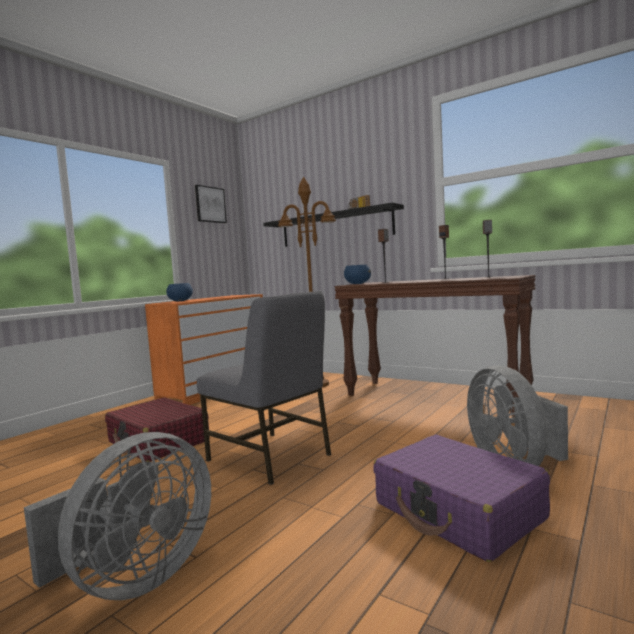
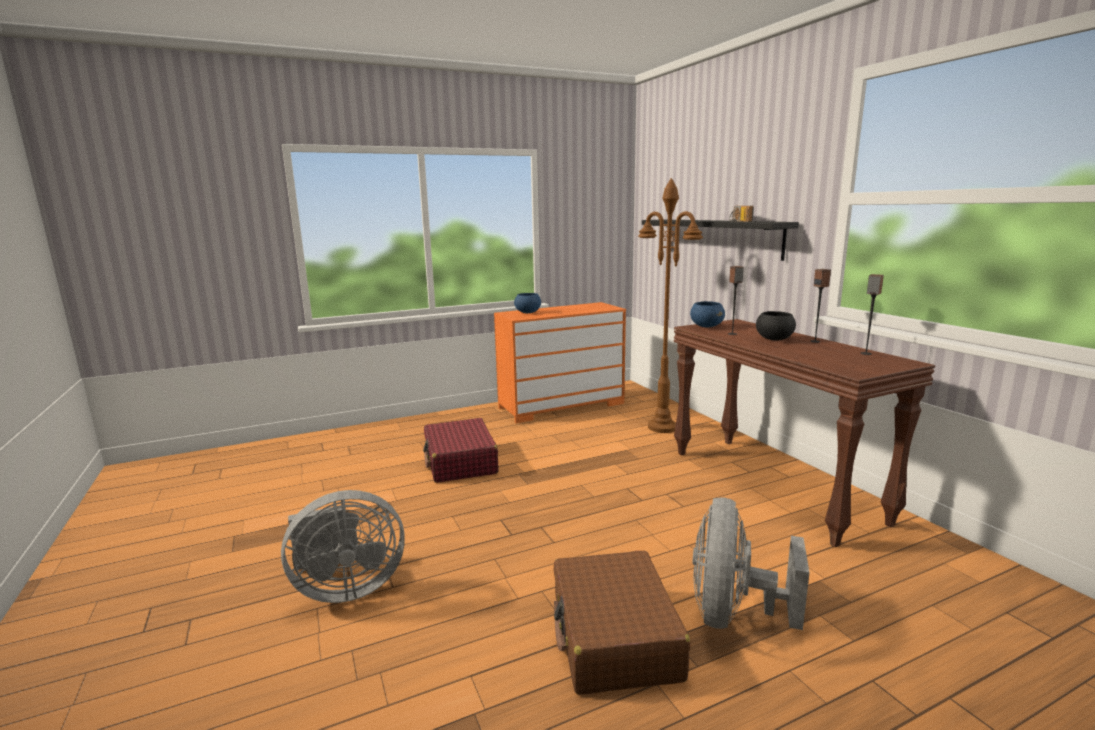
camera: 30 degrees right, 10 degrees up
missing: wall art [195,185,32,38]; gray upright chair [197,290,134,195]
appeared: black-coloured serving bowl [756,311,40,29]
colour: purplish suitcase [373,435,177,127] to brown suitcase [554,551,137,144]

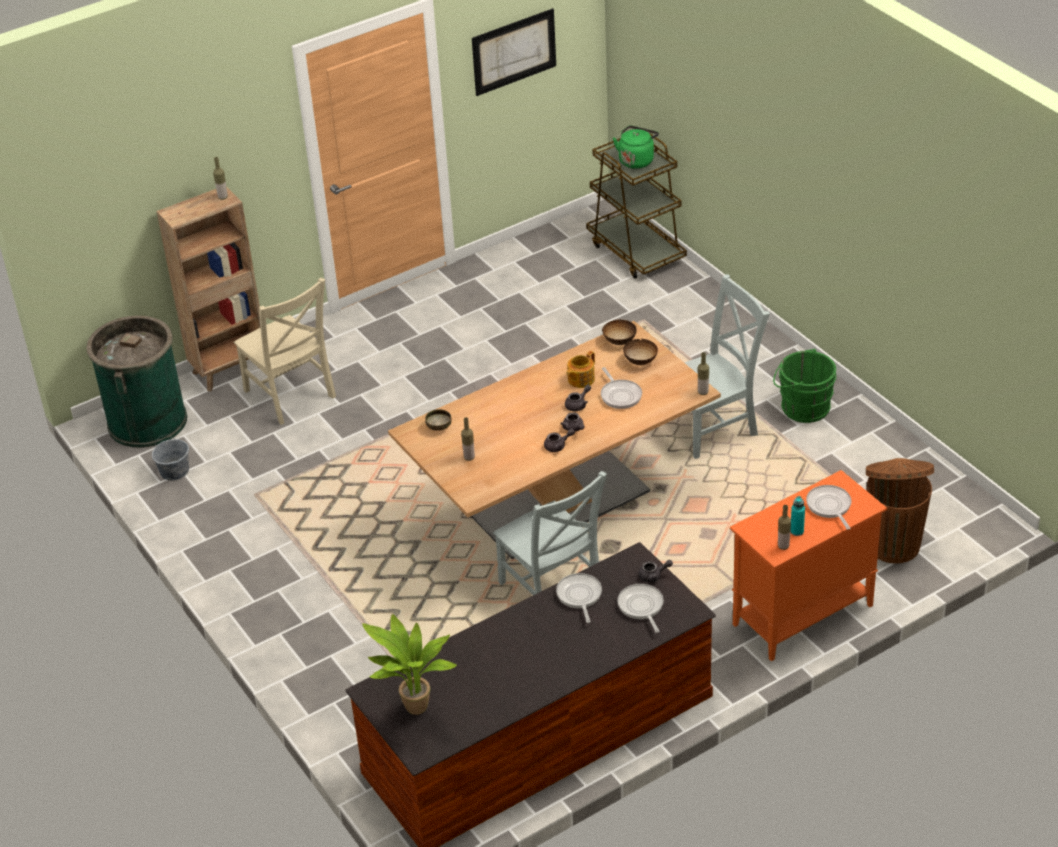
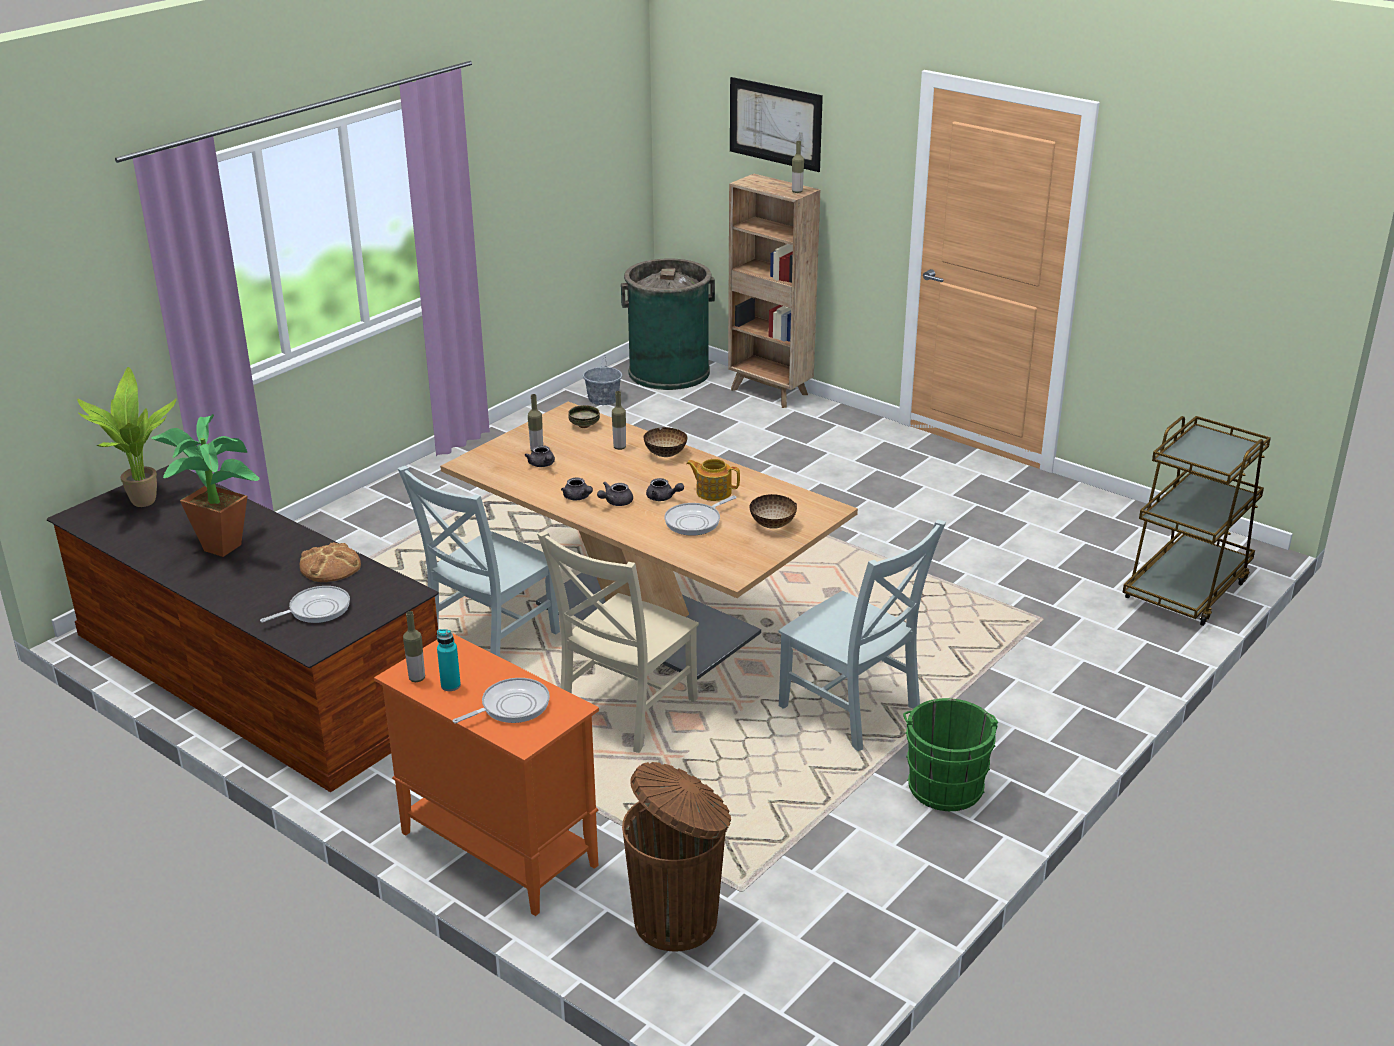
camera: 70 degrees right, 10 degrees down
missing: green water kettle [613,126,46,43]
appeared: potted plant [151,414,109,143]
relocated: wall art [472,8,84,88] to [730,77,93,95]; beige upright chair [234,278,102,147] to [537,531,162,222]; serving bowl [602,320,35,25] to [644,427,44,30]; drink bottle [698,352,11,43] to [612,391,14,59]; gray teapot [638,560,35,22] to [525,445,30,22]
exchanged: pan [556,573,46,50] to bread [300,542,61,40]

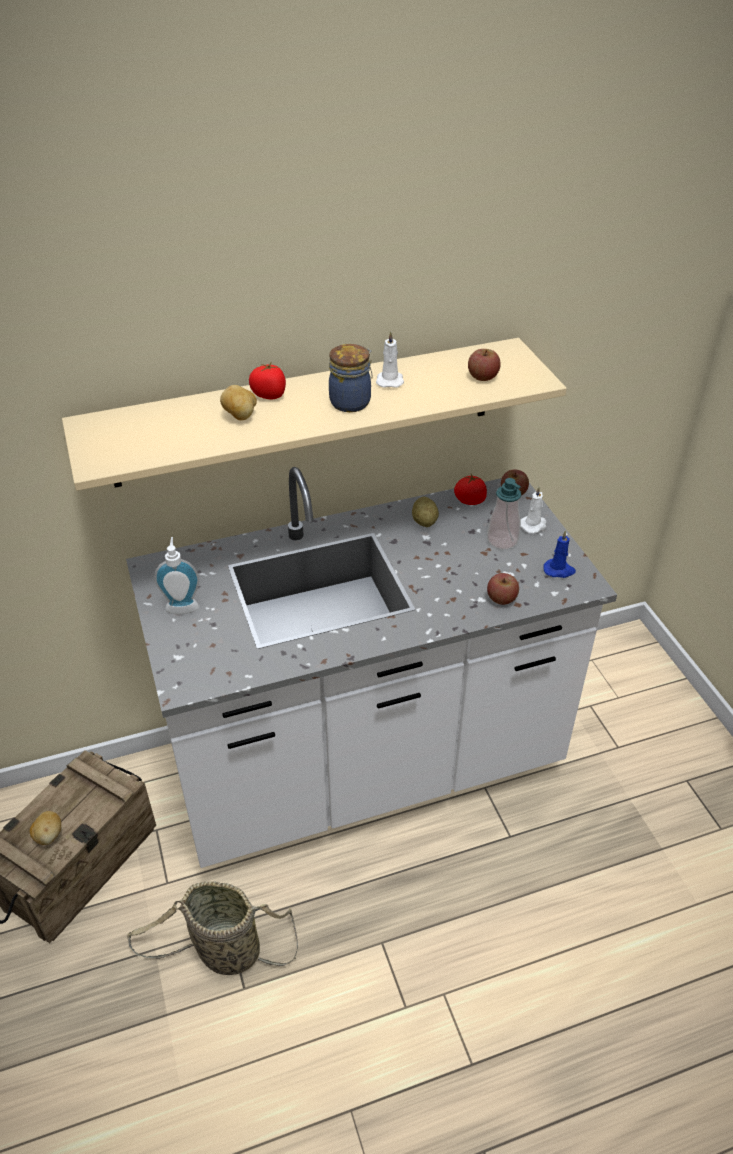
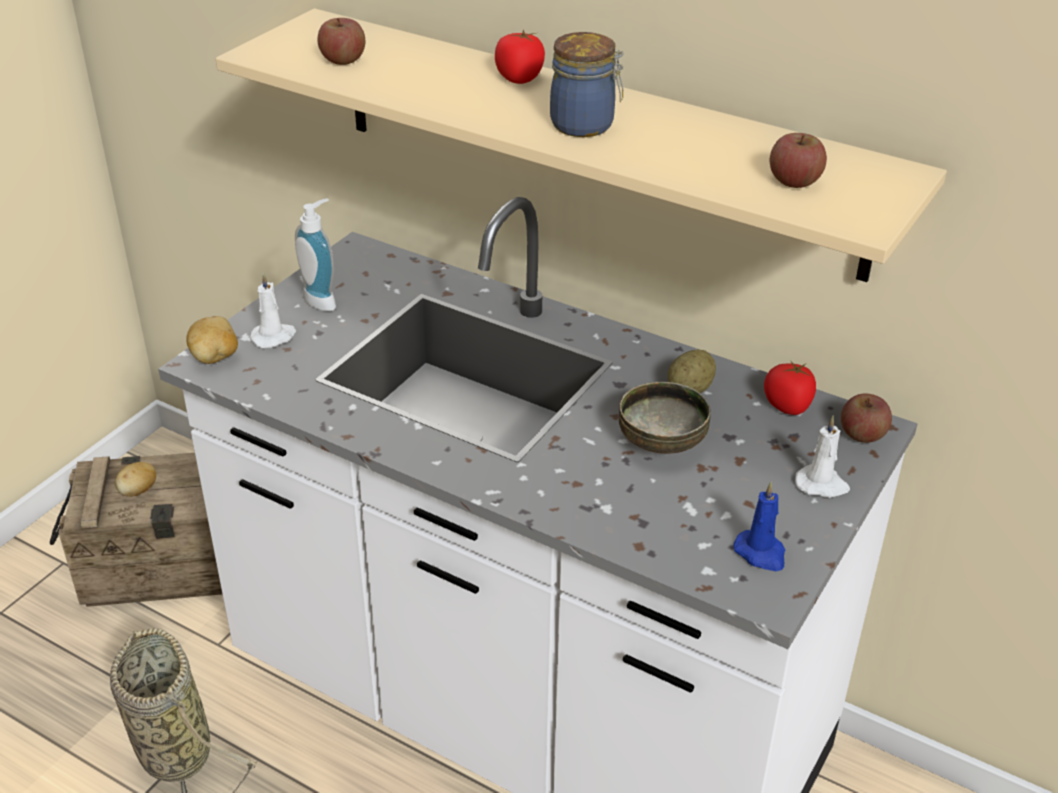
camera: 50 degrees right, 5 degrees down
missing: liquid soap bottle [487,478,34,72]
appeared: serving bowl [619,382,92,72]
relocated: white-coloured candle [376,331,28,57] to [250,273,46,75]; spud [220,385,37,35] to [186,316,52,48]; whole apple [487,573,32,32] to [318,18,47,47]

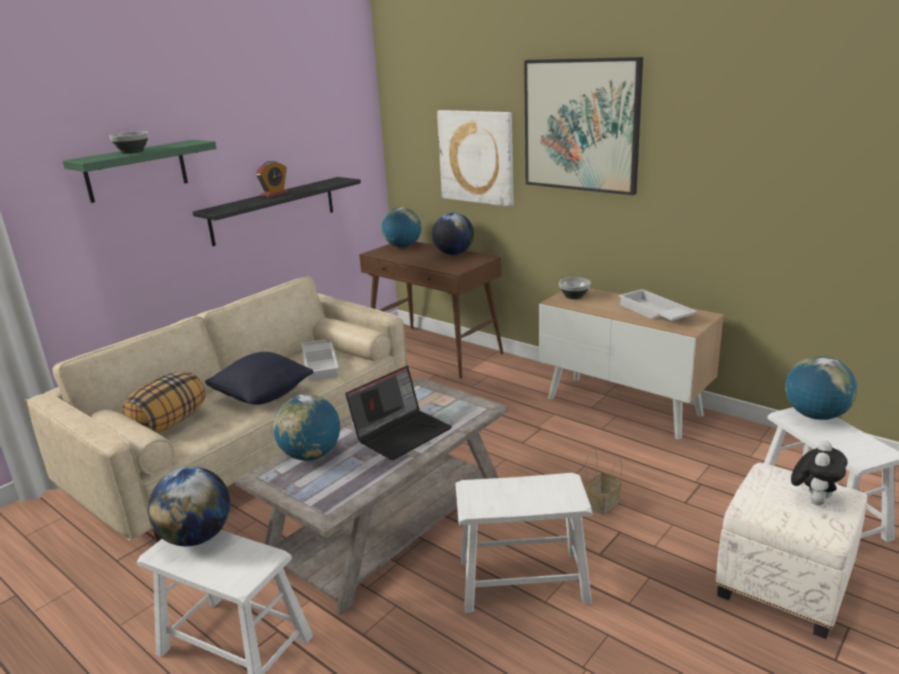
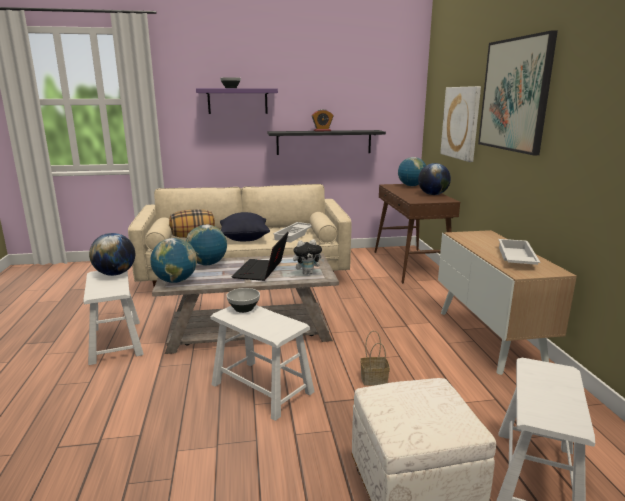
camera: 40 degrees right, 5 degrees down
relocated: serving bowl [559,277,31,22] to [227,288,33,25]; desk globe [785,356,72,64] to [150,238,47,45]; cuddly toy [791,441,57,64] to [293,239,31,36]
colour: green bracket shelf [63,140,154,63] to purplish bracket shelf [196,88,82,26]
spun: portable computer [345,366,107,94] = [232,232,57,49] 105 degrees clockwise

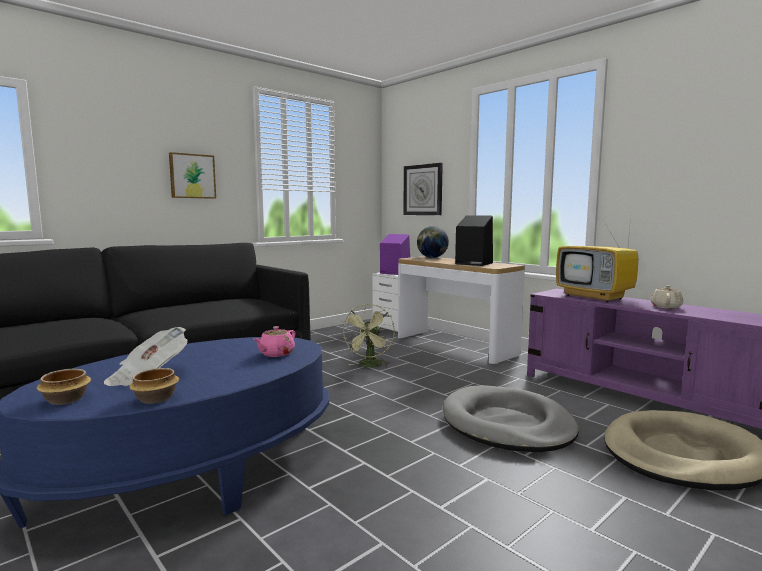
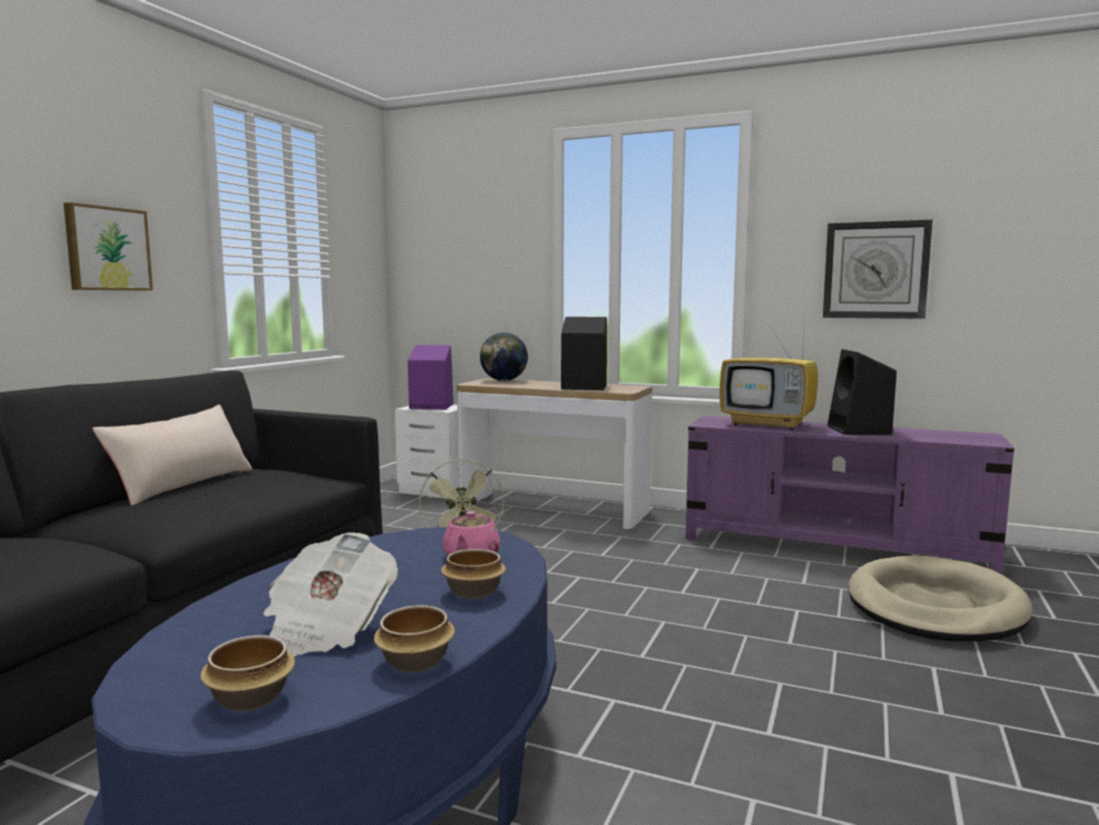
camera: 25 degrees left, 0 degrees up
missing: gray pet bed [443,385,136,67]
appeared: beige throw pillow [92,405,161,100]; serving bowl [441,549,65,50]
relocated: wall clock [403,163,40,52] to [823,220,110,99]
exchanged: beige teapot [651,285,32,24] to black-coloured loudspeaker [827,349,70,86]

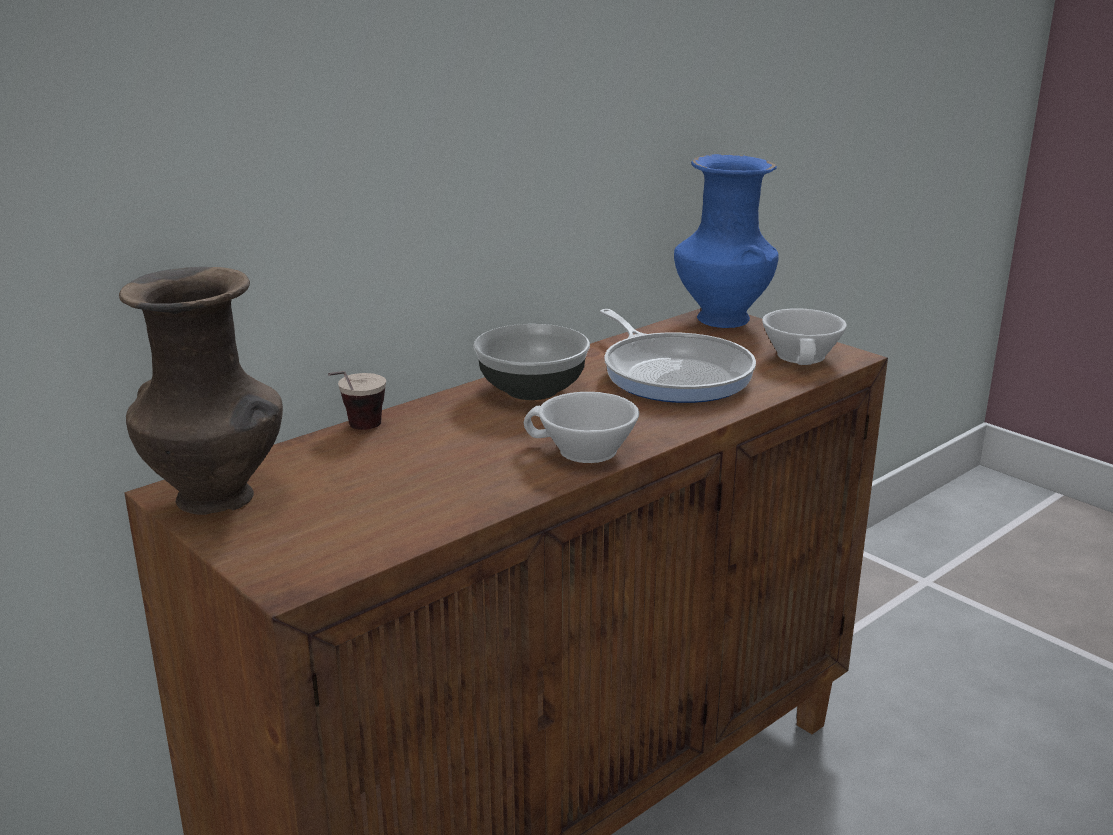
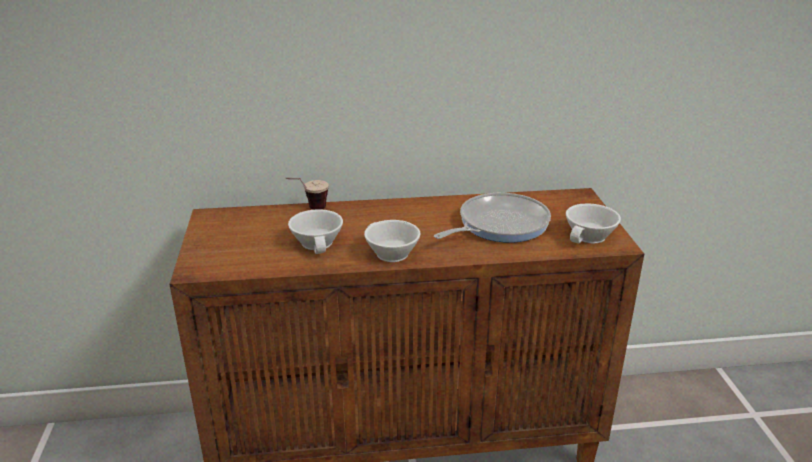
camera: 35 degrees right, 5 degrees up
missing: blue decorative vase [674,154,105,174]; brown decorative vase [119,267,164,248]; serving bowl [473,324,117,76]
appeared: white-coloured cup [288,209,55,45]
spun: pan [600,309,156,94] = [434,193,117,50] 135 degrees counterclockwise

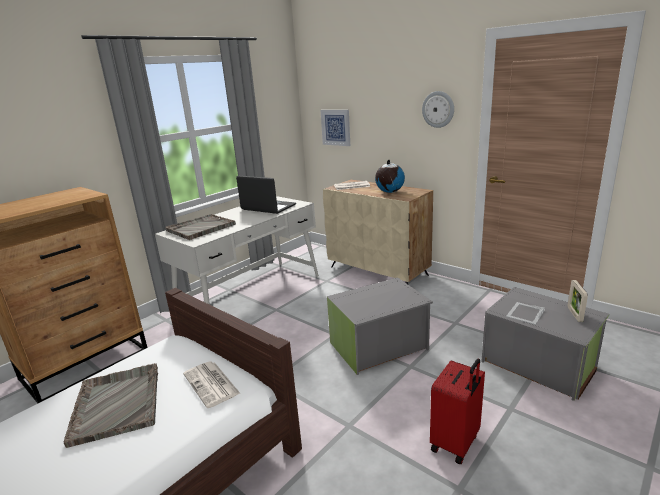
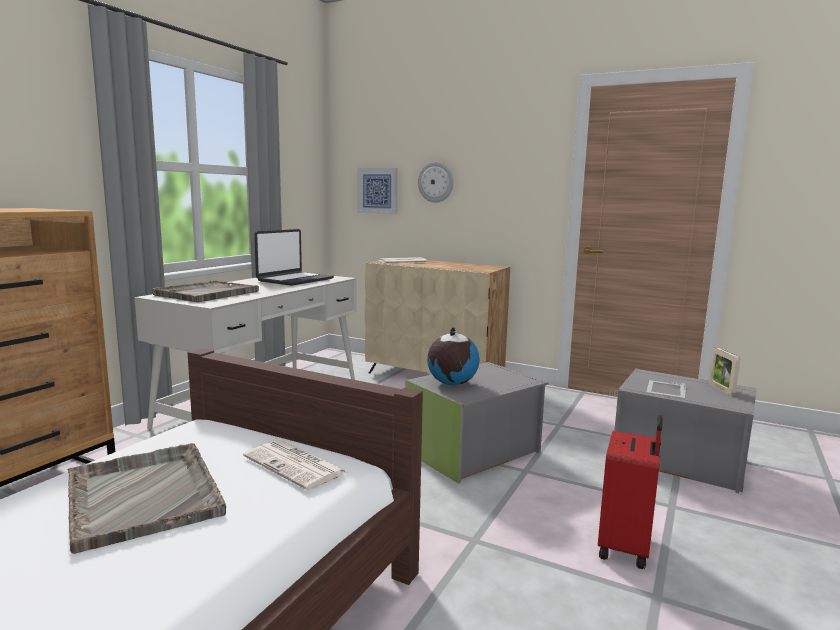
camera: 15 degrees left, 10 degrees down
relocated: wall clock [422,91,32,37] to [418,162,36,41]; desk globe [375,160,30,33] to [427,327,53,58]
spun: portable computer [236,176,60,38] = [254,229,80,57] 105 degrees clockwise

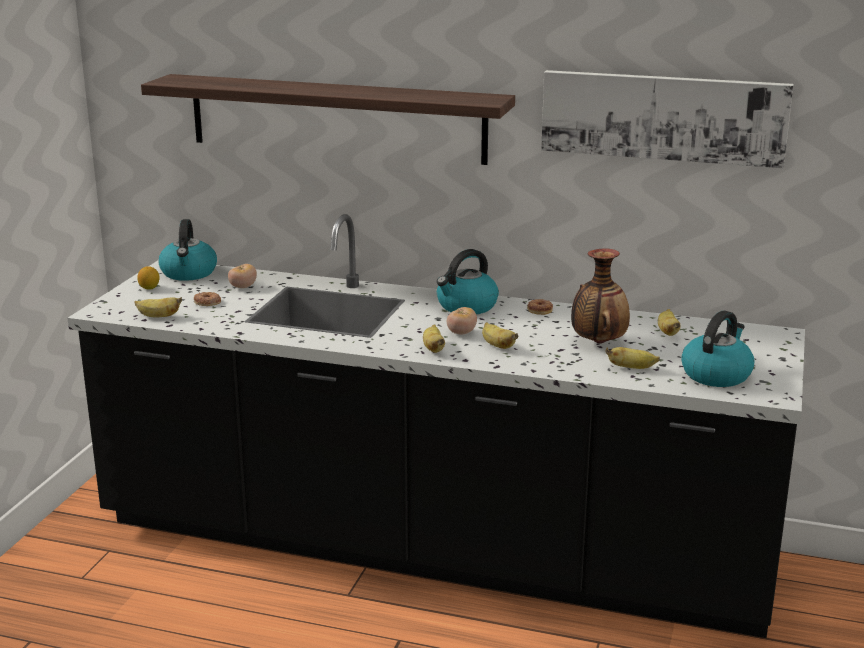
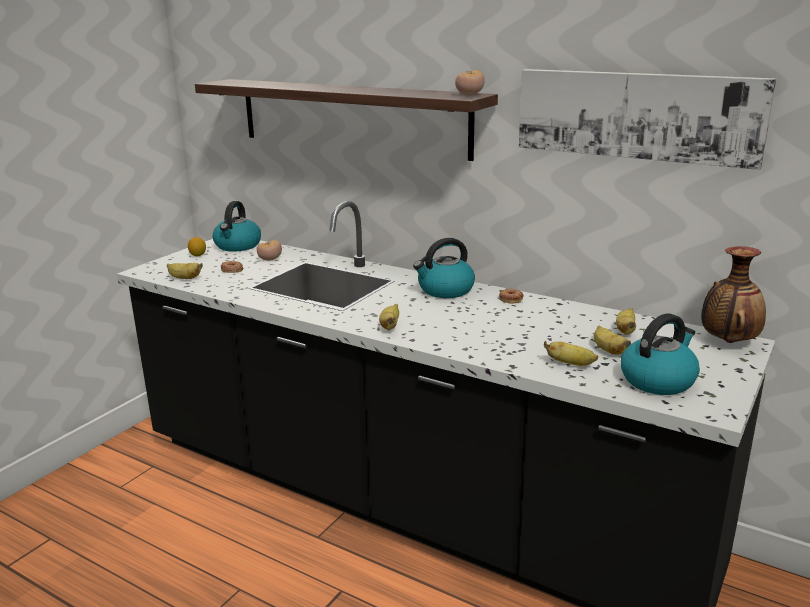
camera: 15 degrees right, 0 degrees up
relocated: decorative vase [571,248,59,96] to [701,246,65,97]; fresh tomato [447,307,30,27] to [455,70,30,25]; banana [482,322,36,27] to [594,325,37,30]

